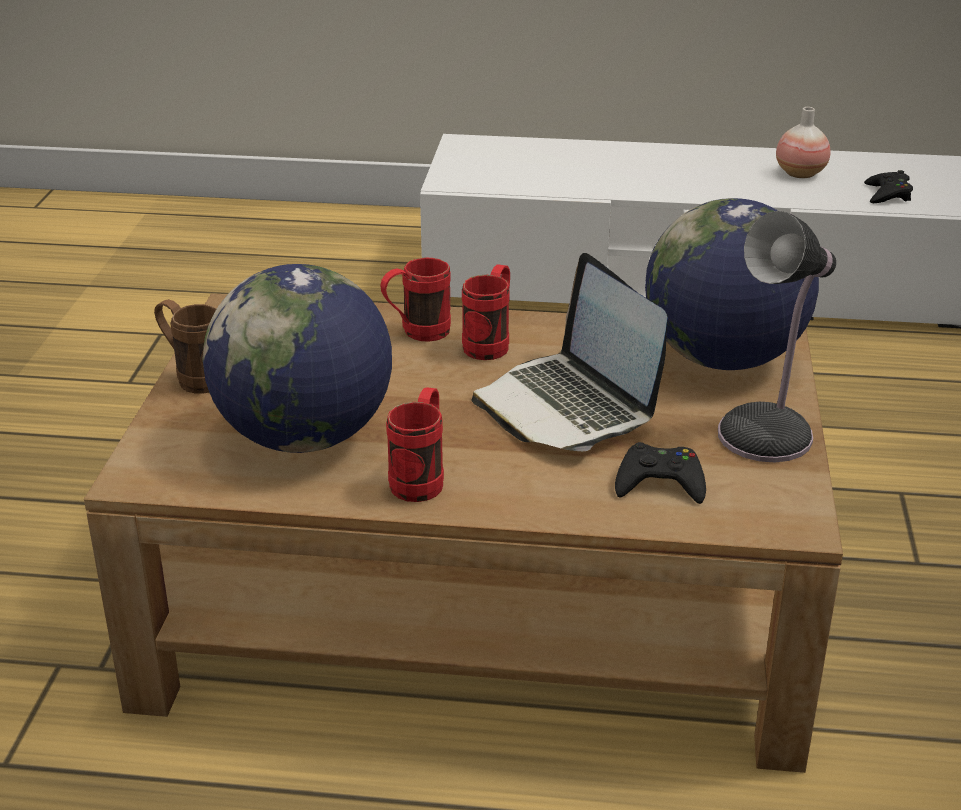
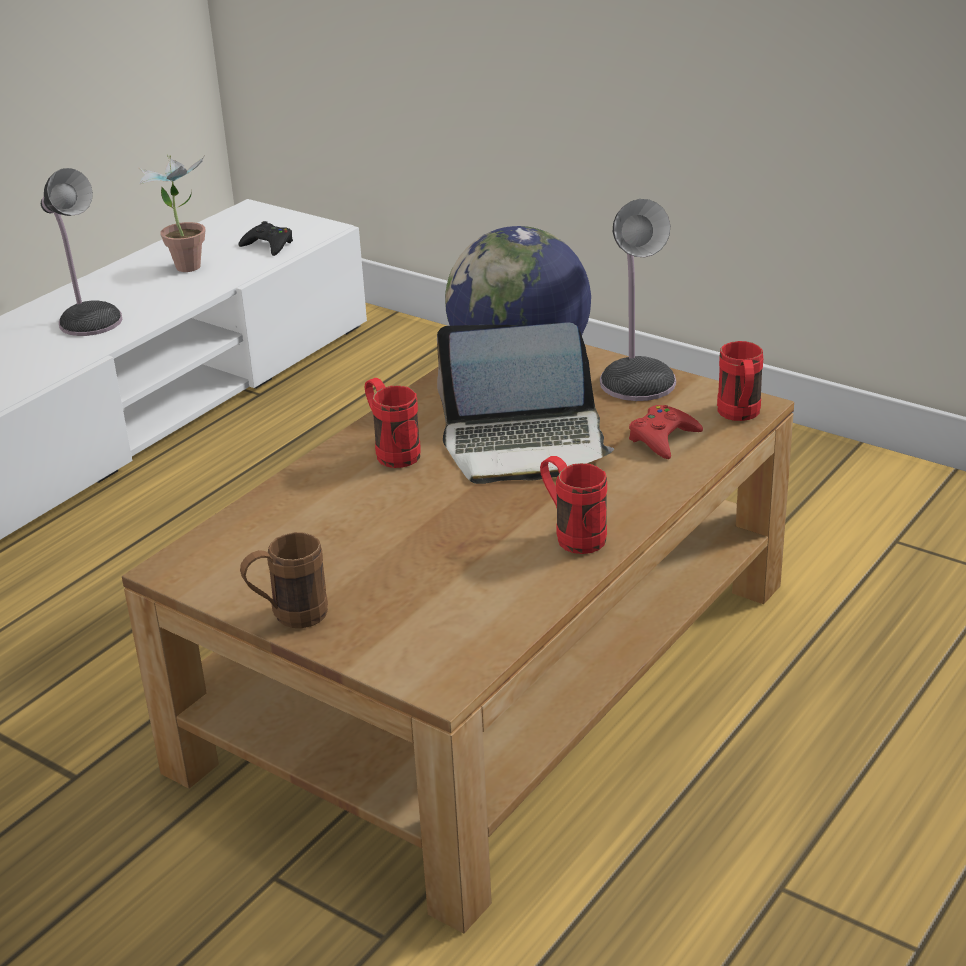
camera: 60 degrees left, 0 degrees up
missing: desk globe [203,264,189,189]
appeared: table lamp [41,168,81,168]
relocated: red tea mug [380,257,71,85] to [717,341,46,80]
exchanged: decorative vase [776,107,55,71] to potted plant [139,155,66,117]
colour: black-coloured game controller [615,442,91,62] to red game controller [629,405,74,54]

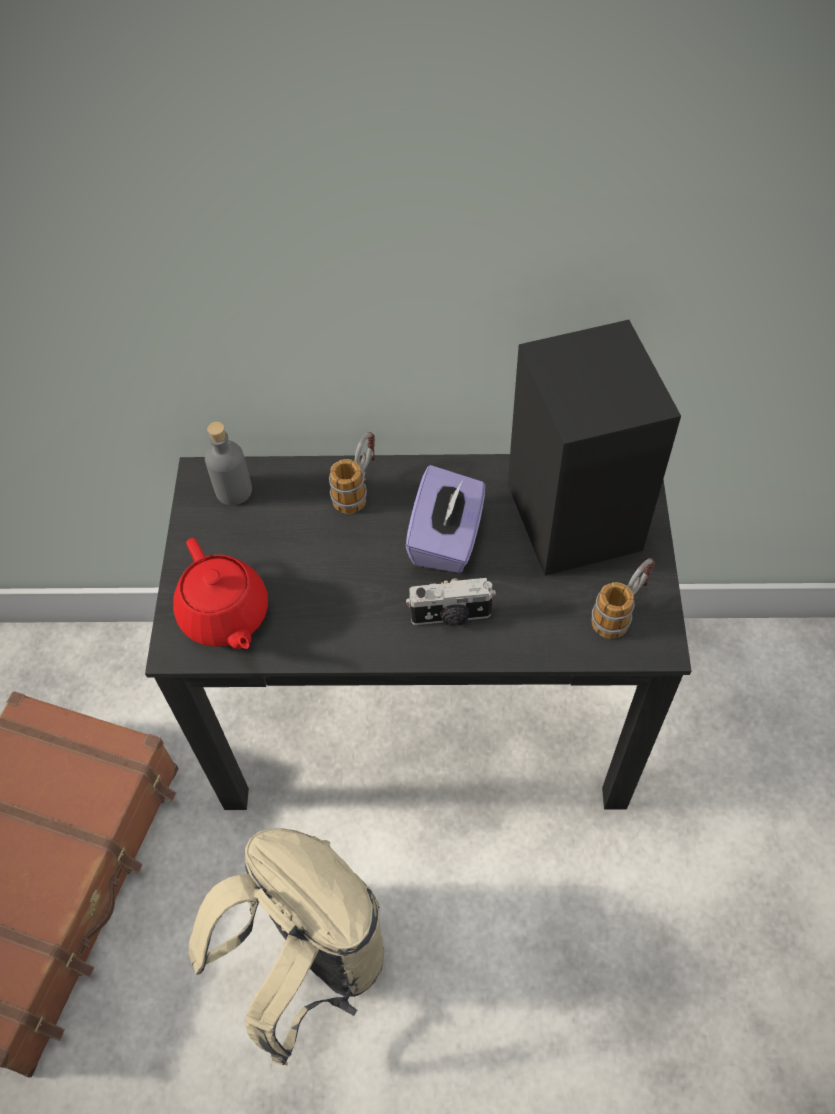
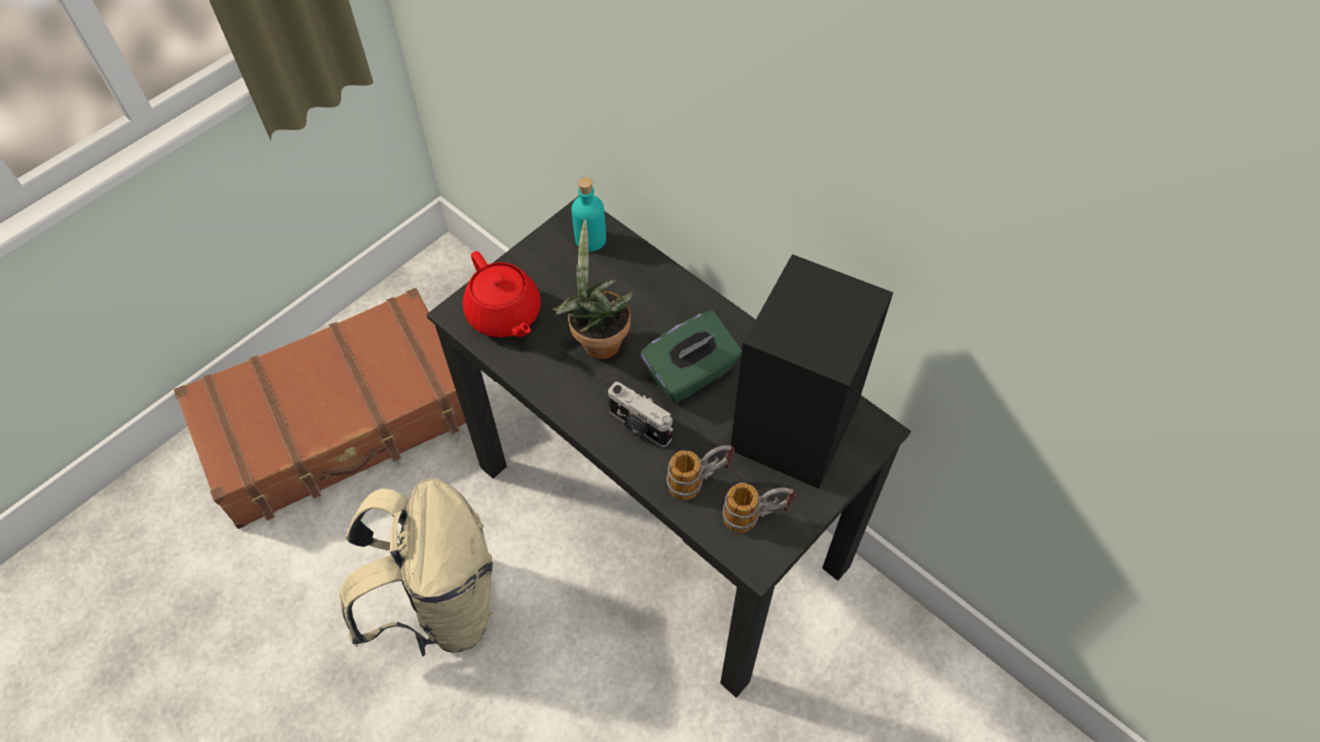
camera: 40 degrees right, 0 degrees up
appeared: potted plant [552,219,81,140]
relocated: tea mug [329,432,46,82] to [666,445,68,55]
colour: gray drink bottle [205,422,47,83] to turquoise drink bottle [571,177,35,75]; purplish tissue holder [406,465,79,108] to green tissue holder [641,310,101,93]
spun: red teapot [173,538,95,111] = [463,251,78,87] 45 degrees counterclockwise

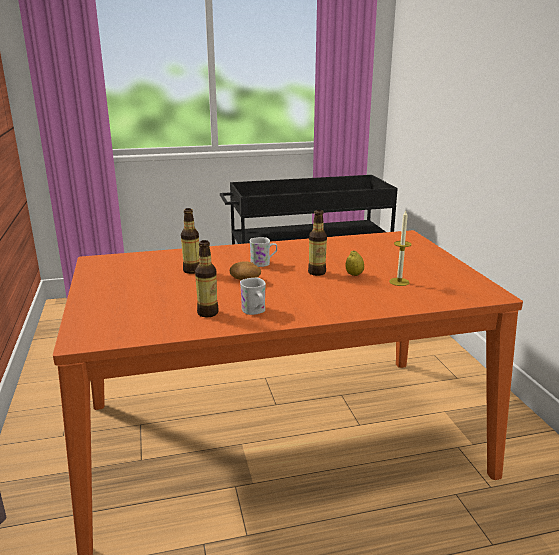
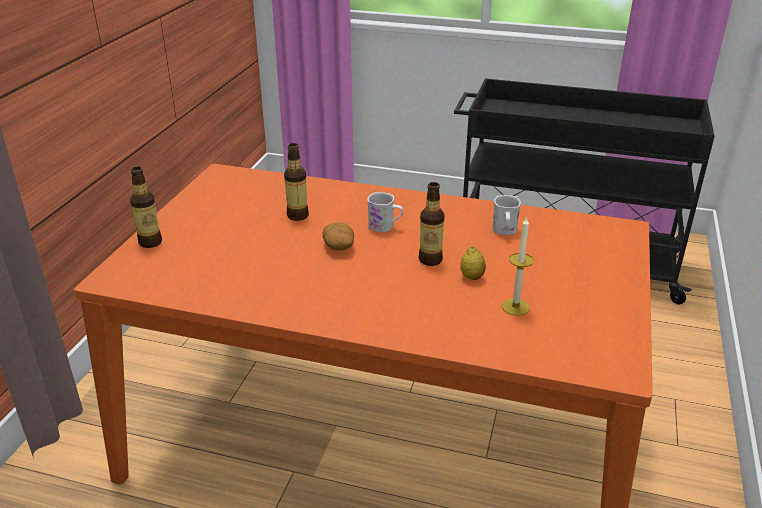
camera: 30 degrees right, 10 degrees up
relocated: drink bottle [195,240,24,77] to [130,167,32,81]; white-coloured tea mug [240,278,26,37] to [492,195,29,40]

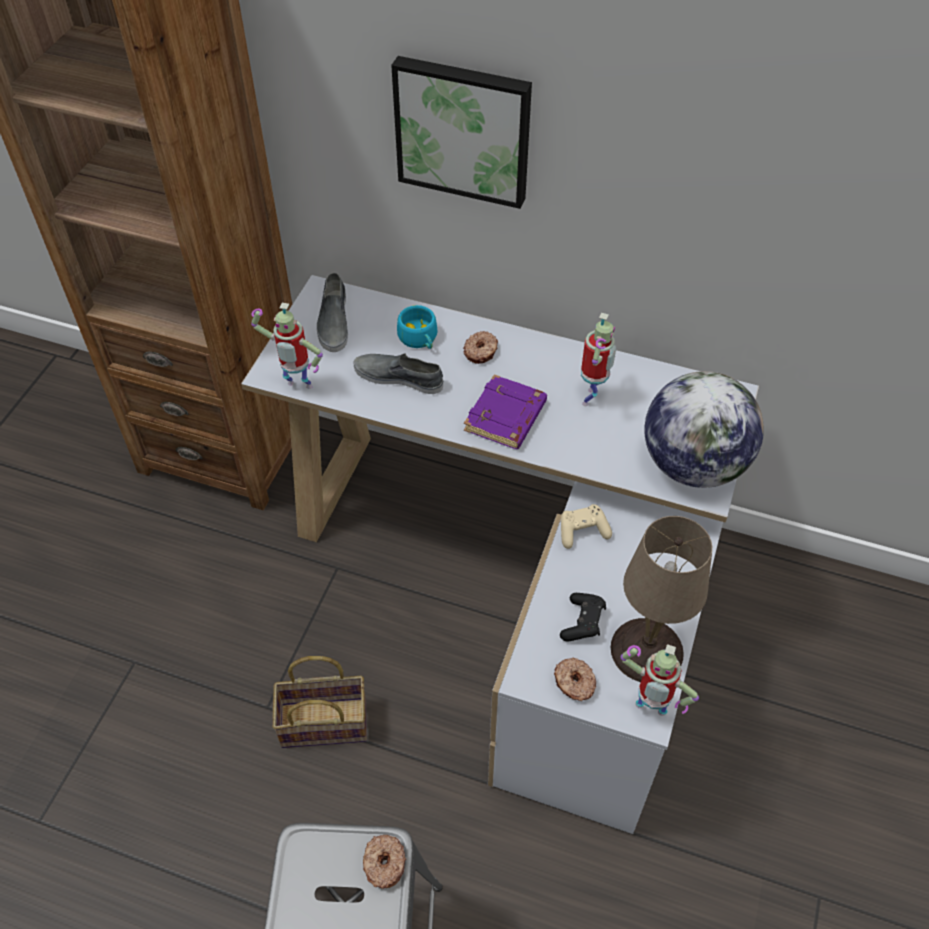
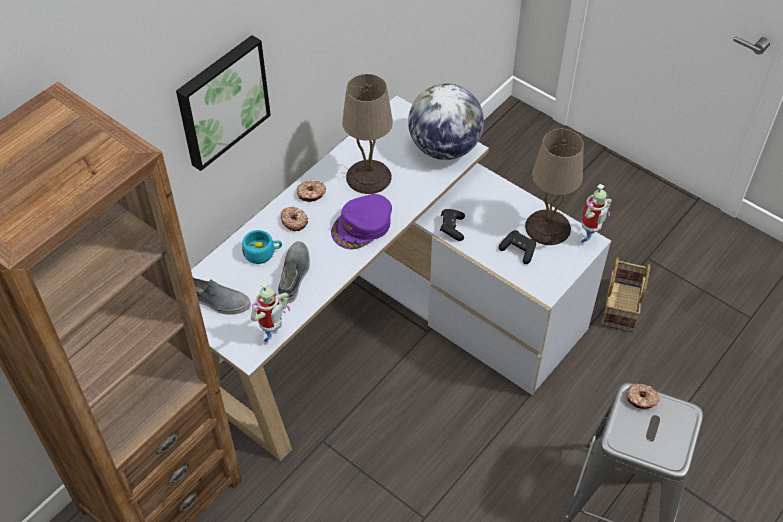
camera: 70 degrees left, 0 degrees up
relocated: household basket [272,656,95,92] to [602,257,48,75]; doughnut [554,658,42,43] to [297,180,29,22]
exchanged: robot figure [581,313,35,93] to beige table lamp [342,74,51,120]; purplish book [464,374,83,75] to purplish peaked cap [331,194,61,55]
colour: beige game controller [561,504,51,45] to black-coloured game controller [440,209,25,32]
spun: gray low shoe [354,353,89,41] = [278,241,32,63] 150 degrees clockwise

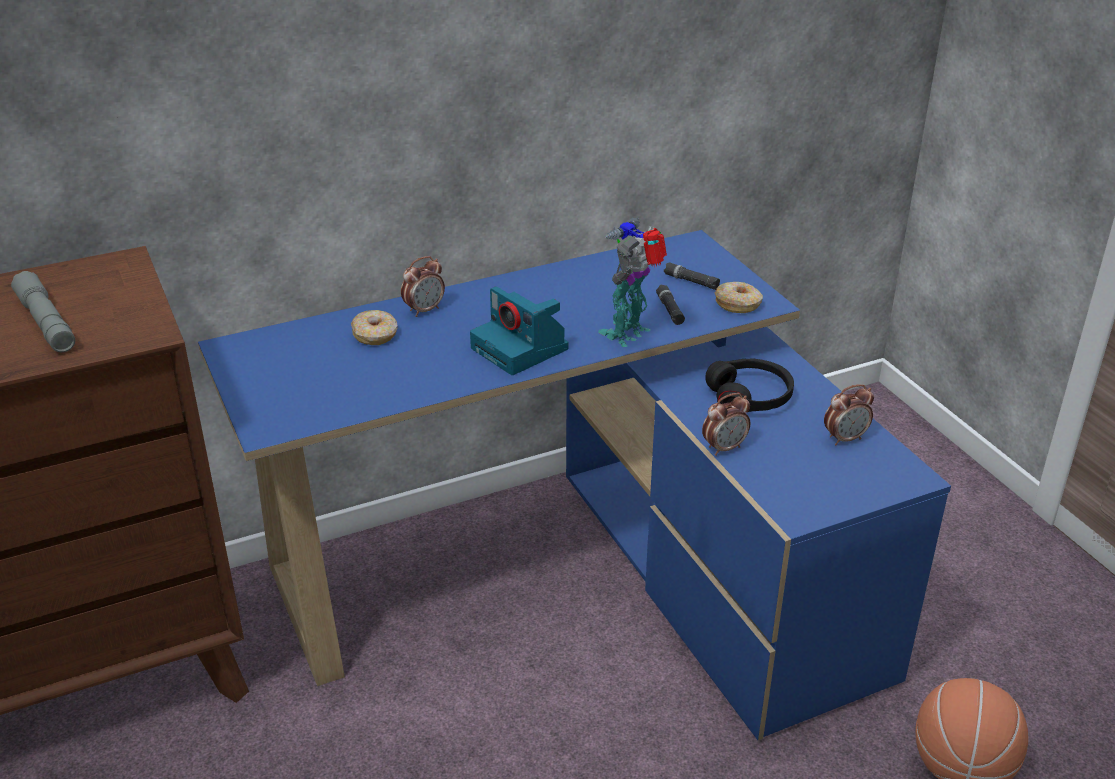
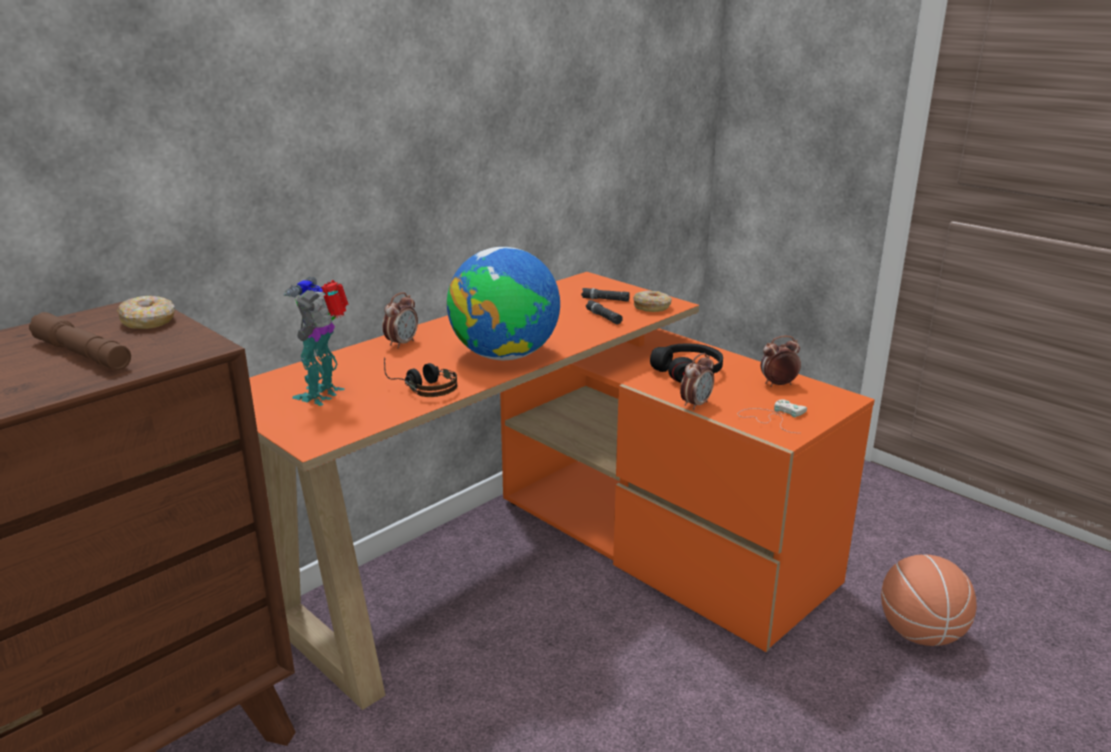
camera: 20 degrees left, 10 degrees down
appeared: headphones [384,357,74,40]; white-coloured game controller [738,399,69,34]
relocated: robot figure [598,218,69,129] to [284,277,65,129]; doughnut [351,310,47,35] to [117,296,58,33]
exchanged: still camera [470,286,98,89] to desk globe [447,247,113,113]
colour: blue desk [198,230,753,510] to orange-coloured desk [249,272,626,438]; gray flashlight [11,271,64,81] to brown flashlight [29,312,102,58]
spun: alarm clock [824,384,50,61] = [761,336,40,51] 150 degrees counterclockwise

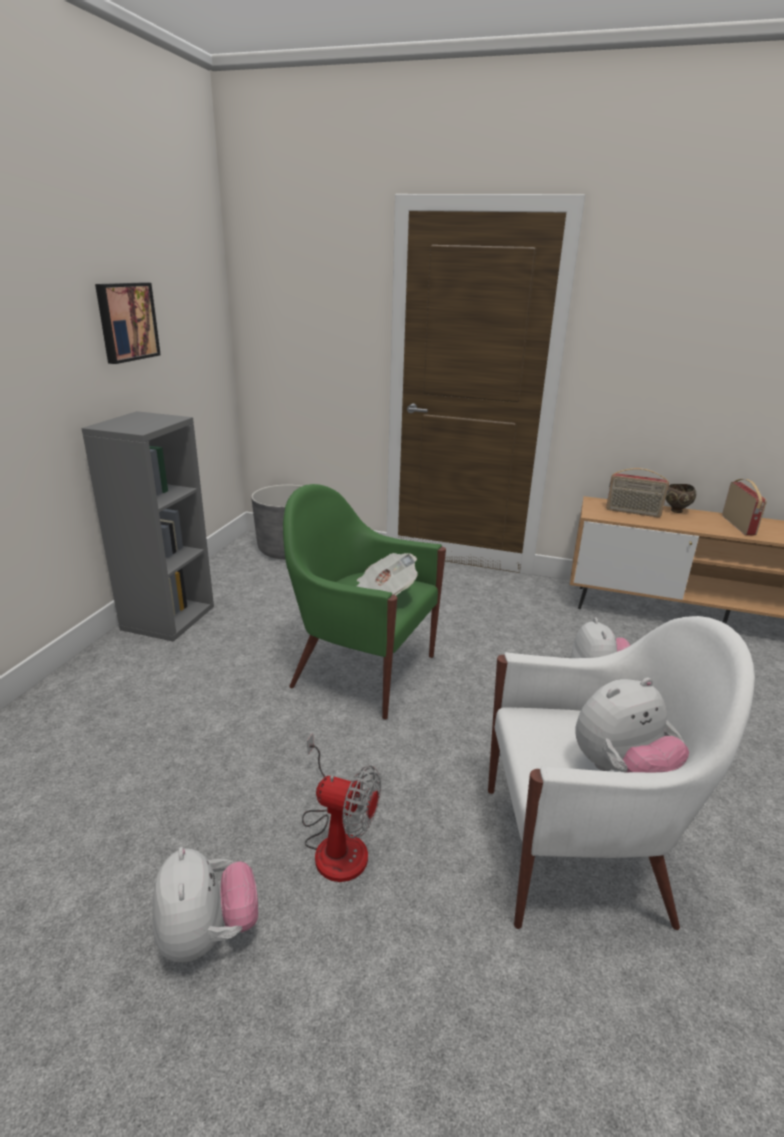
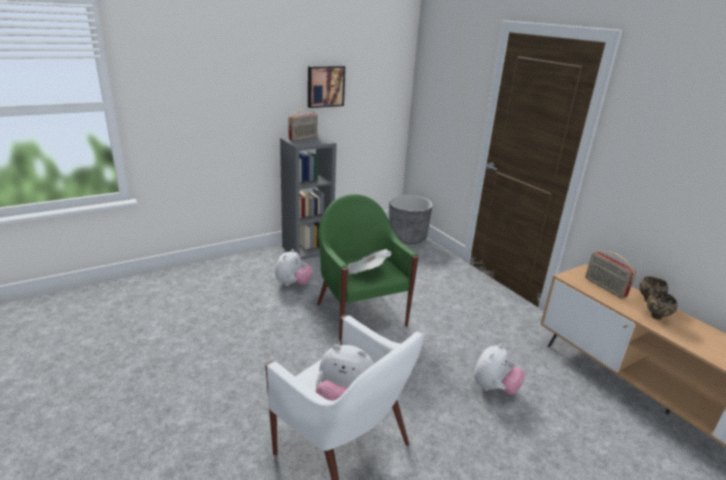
camera: 40 degrees right, 0 degrees up
missing: cooling fan [302,733,79,149]
appeared: brown serving bowl [647,291,31,29]
relocated: radio set [722,479,45,57] to [288,109,30,32]; cuddly toy [152,847,106,115] to [275,249,38,37]

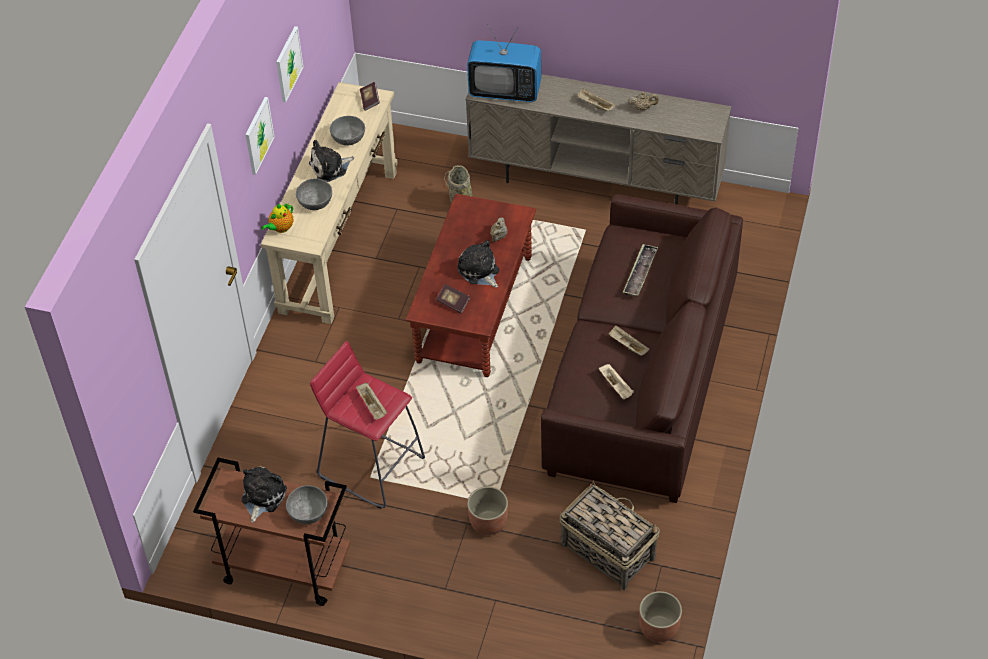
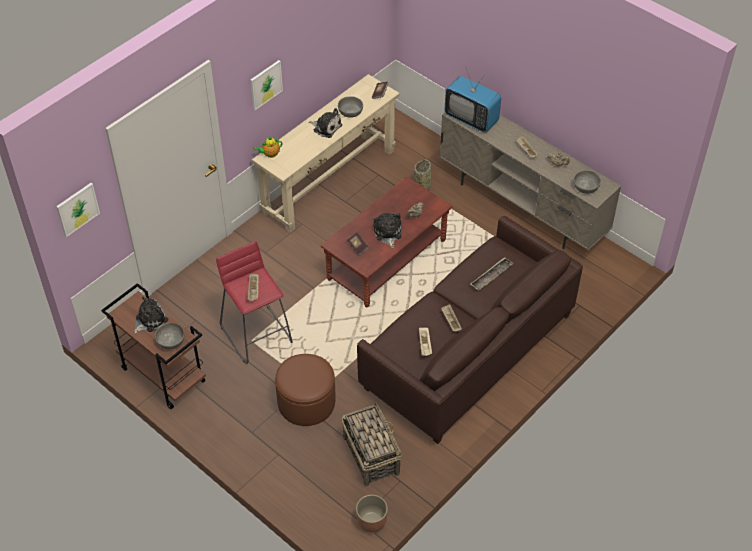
camera: 25 degrees right, 0 degrees up
relocated: wall art [276,26,27,77] to [56,183,44,54]; gray serving bowl [296,178,36,32] to [574,170,27,24]
exchanged: plant pot [467,486,41,49] to brown pouffe [275,354,61,72]
spun: cuddly toy [309,140,45,42] = [309,108,33,30] 150 degrees counterclockwise

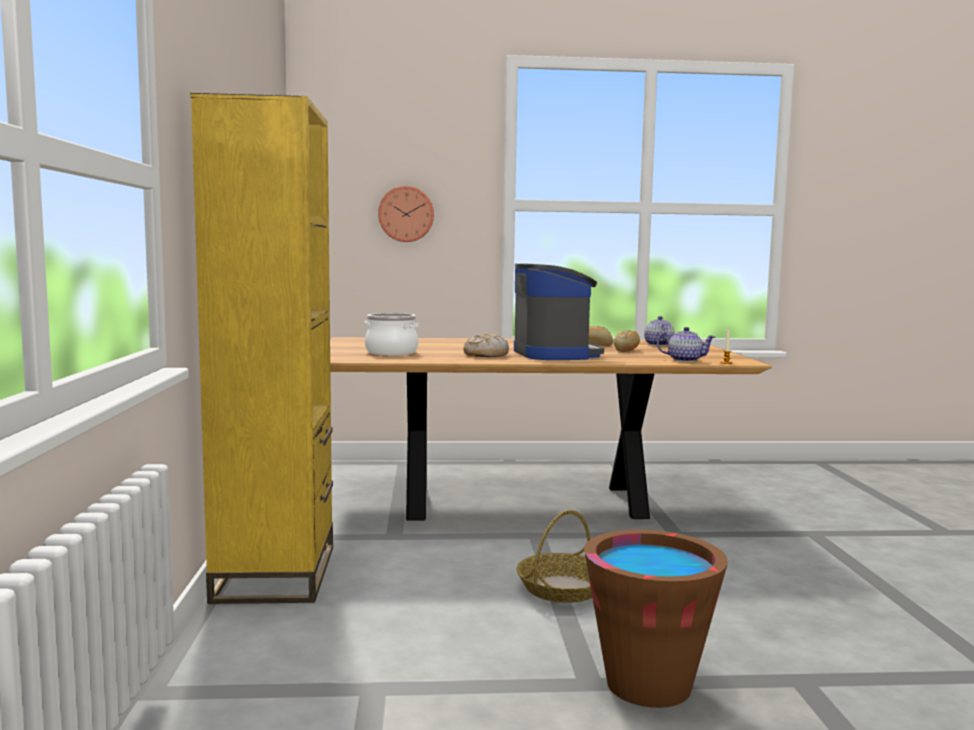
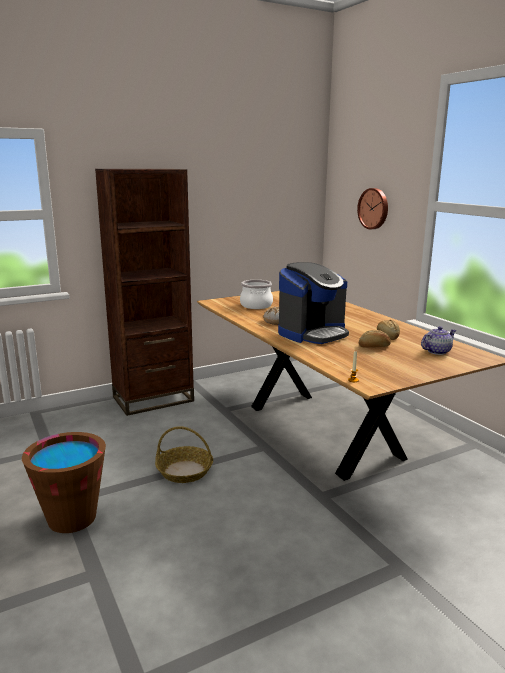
camera: 65 degrees right, 10 degrees up
missing: teapot [657,327,58,35]
colour: yellowish shelving unit [190,93,143,511] to brown shelving unit [95,169,99,247]

